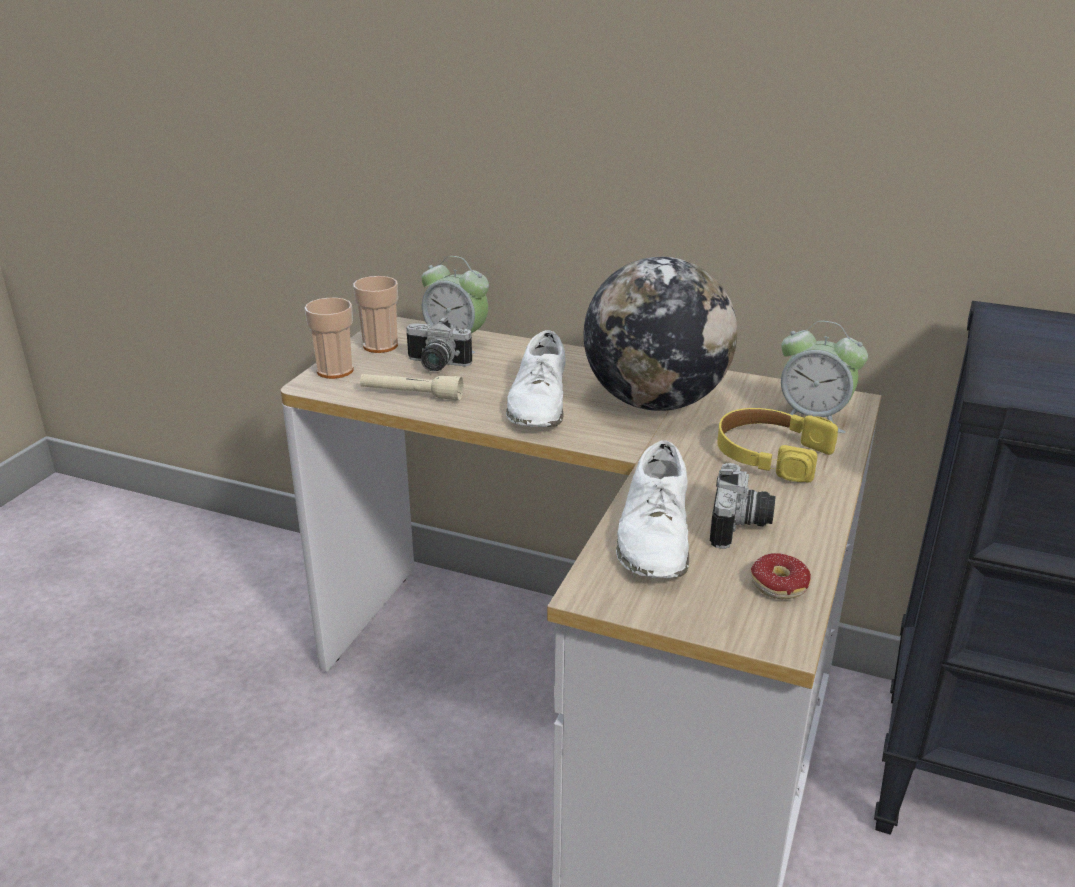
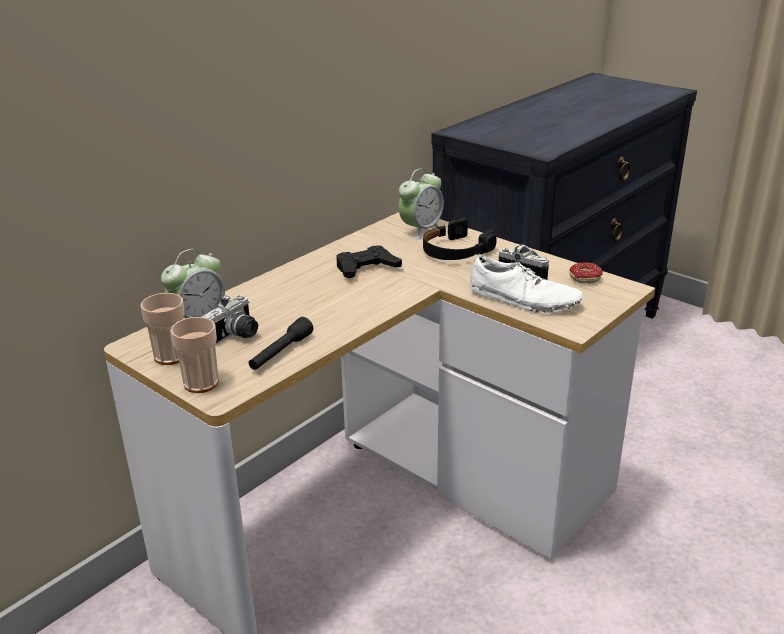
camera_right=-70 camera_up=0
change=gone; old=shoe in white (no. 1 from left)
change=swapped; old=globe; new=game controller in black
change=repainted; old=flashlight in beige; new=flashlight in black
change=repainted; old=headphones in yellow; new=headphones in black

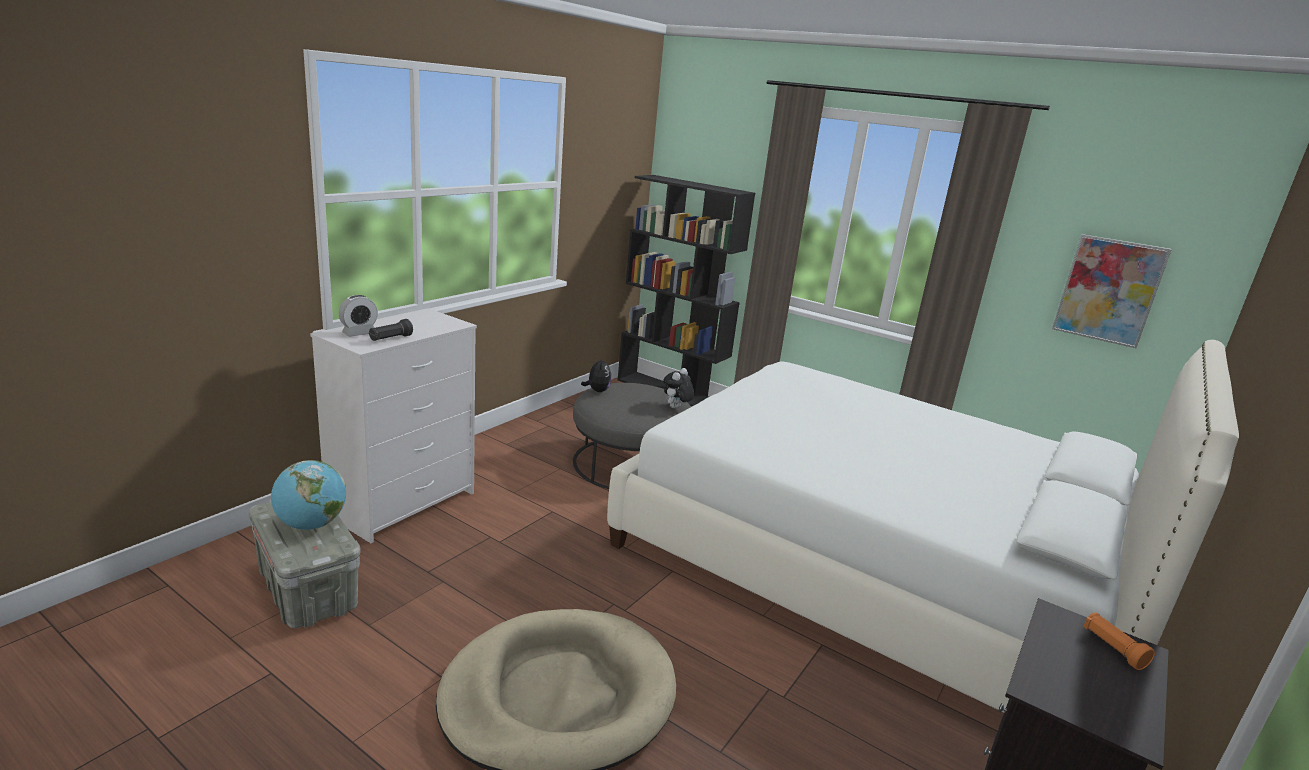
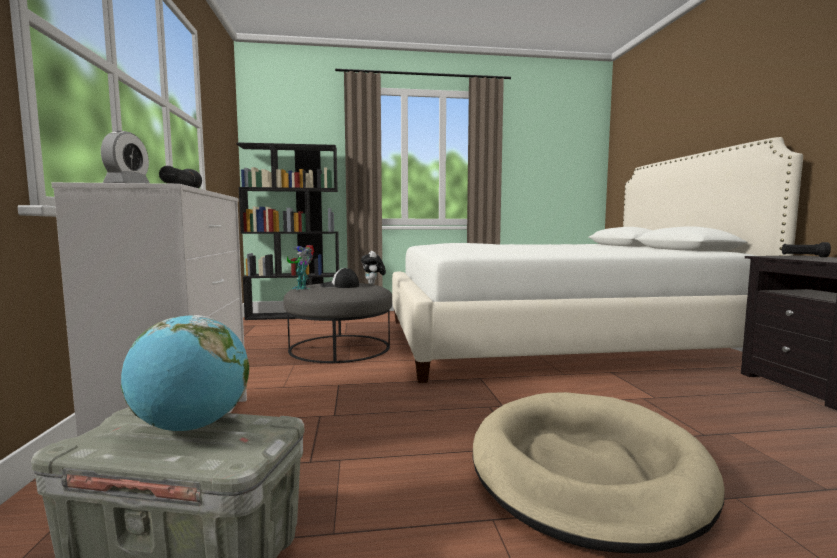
camera_right=-40 camera_up=-15
change=gone; old=picture
change=new; new=cap
change=swapped; old=plush toy (no. 1 from left); new=toy robot
change=repainted; old=flashlight in orange; new=flashlight in black (no. 2 from left)

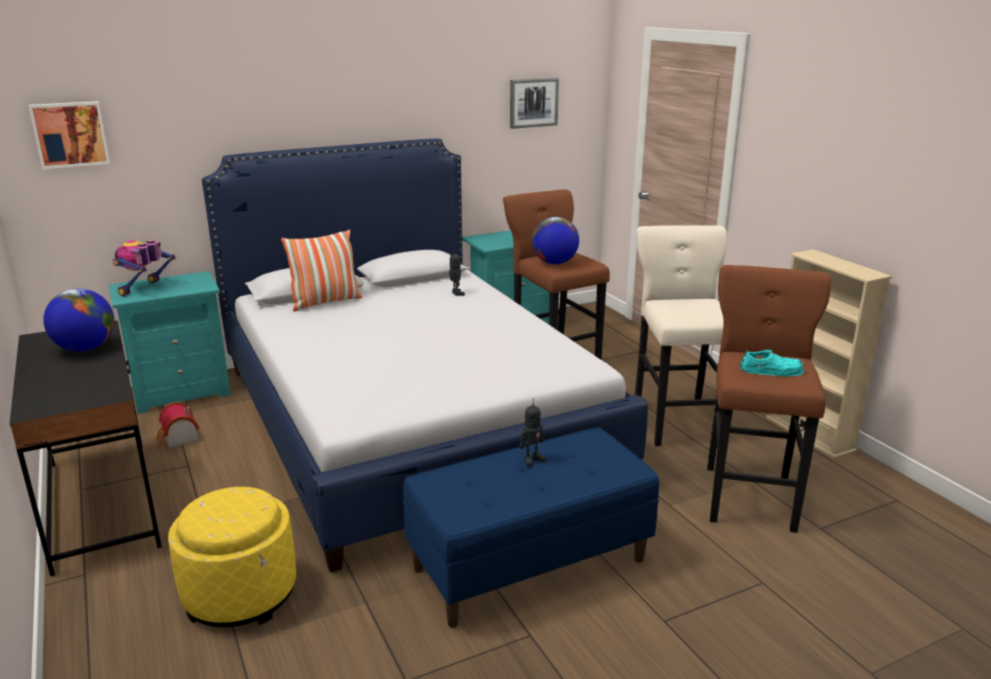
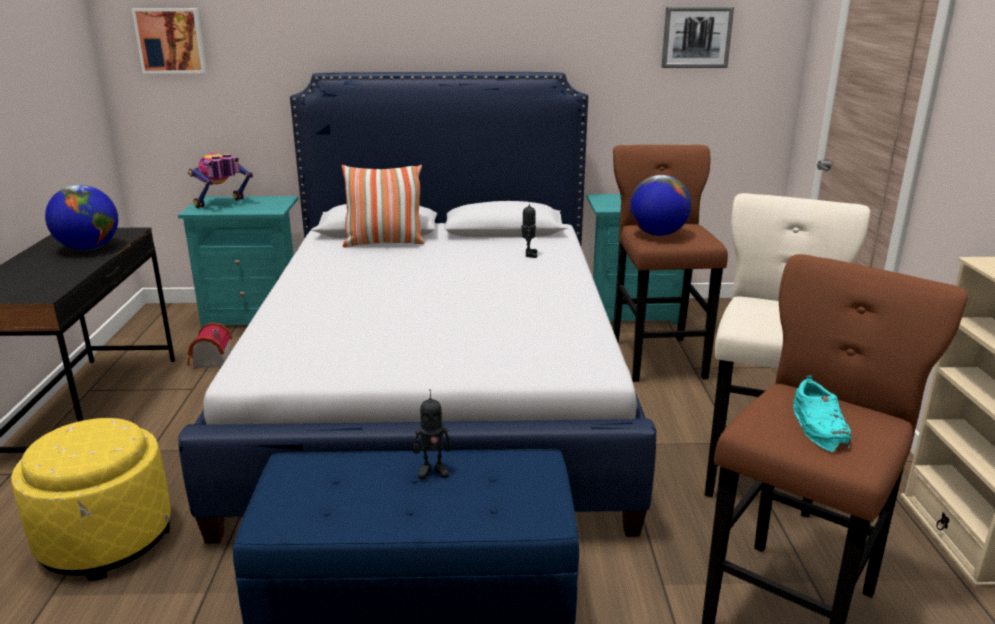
camera_right=25 camera_up=0
change=rotated; old=shoe in turquoise; degrees=60

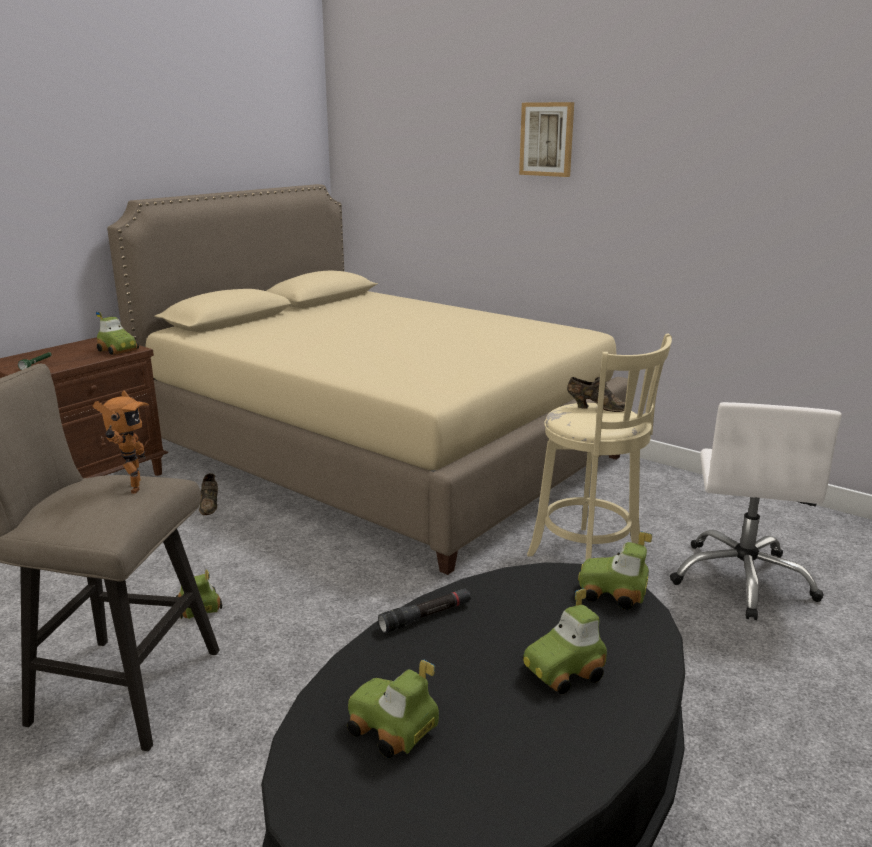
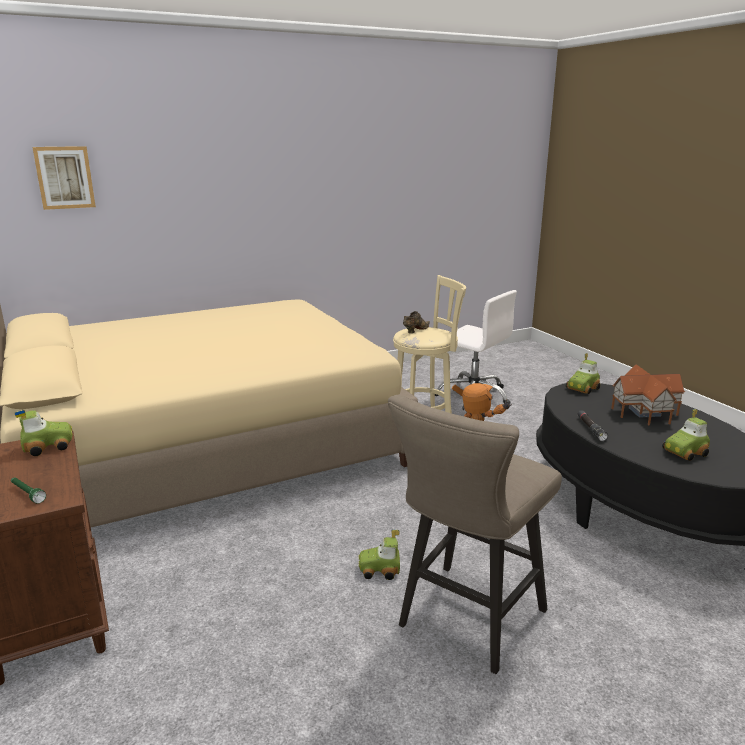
camera_right=-65 camera_up=0
change=gone; old=shoe in brown (no. 1 from left)
change=shifted; old=picture
change=swapped; old=toy car (no. 4 from left); new=toy house

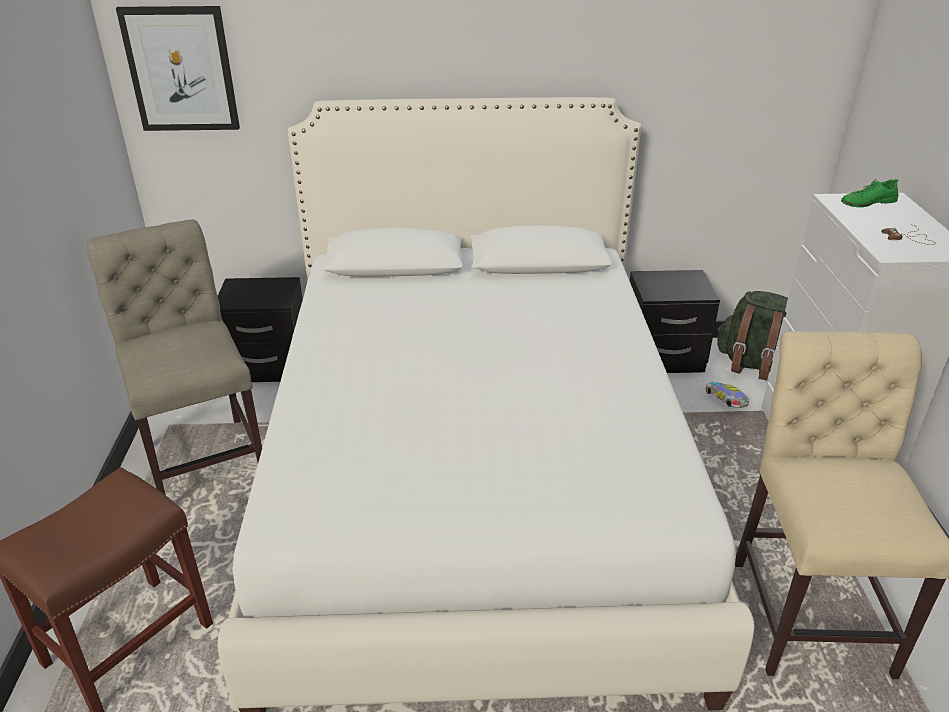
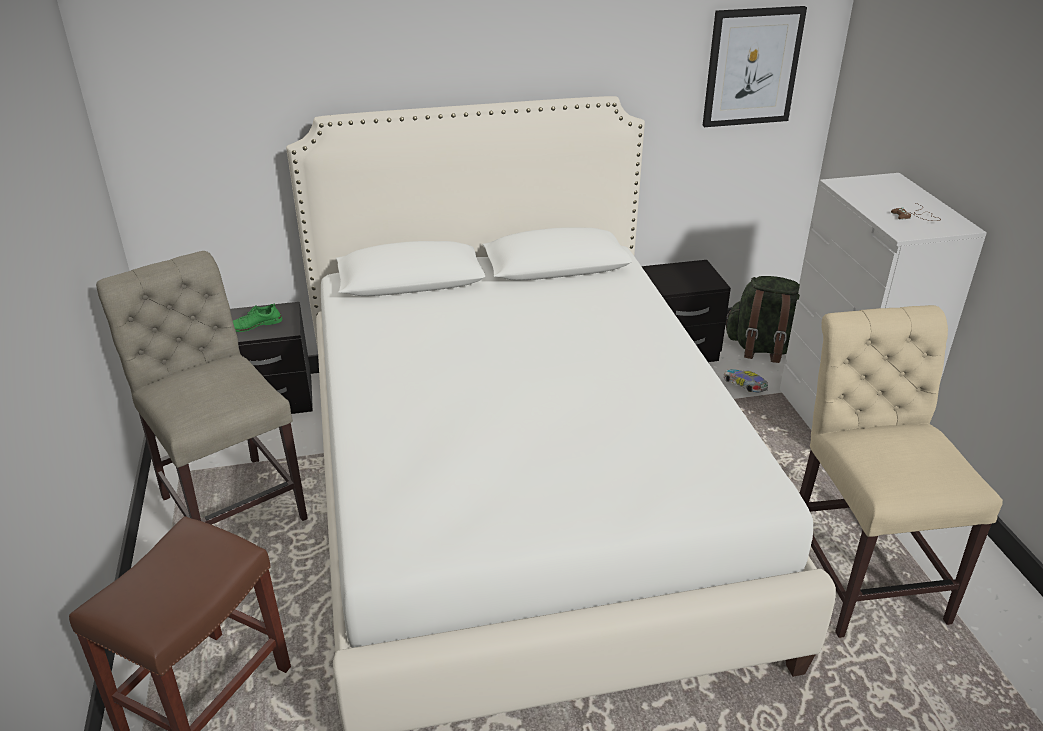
camera_right=-10 camera_up=0
change=shifted; old=picture
change=shifted; old=shoe in green

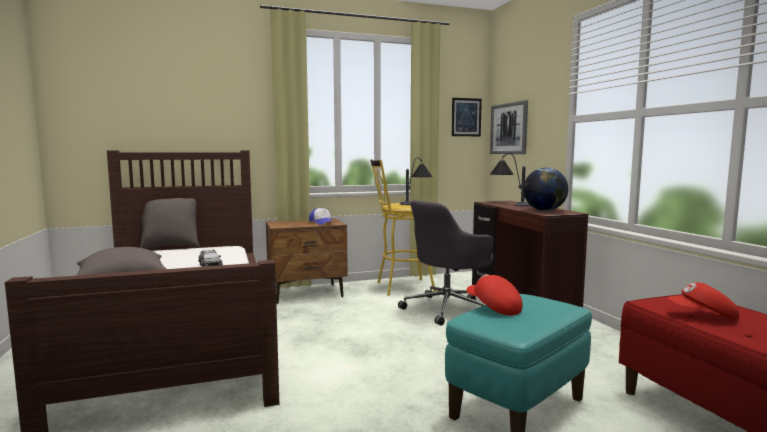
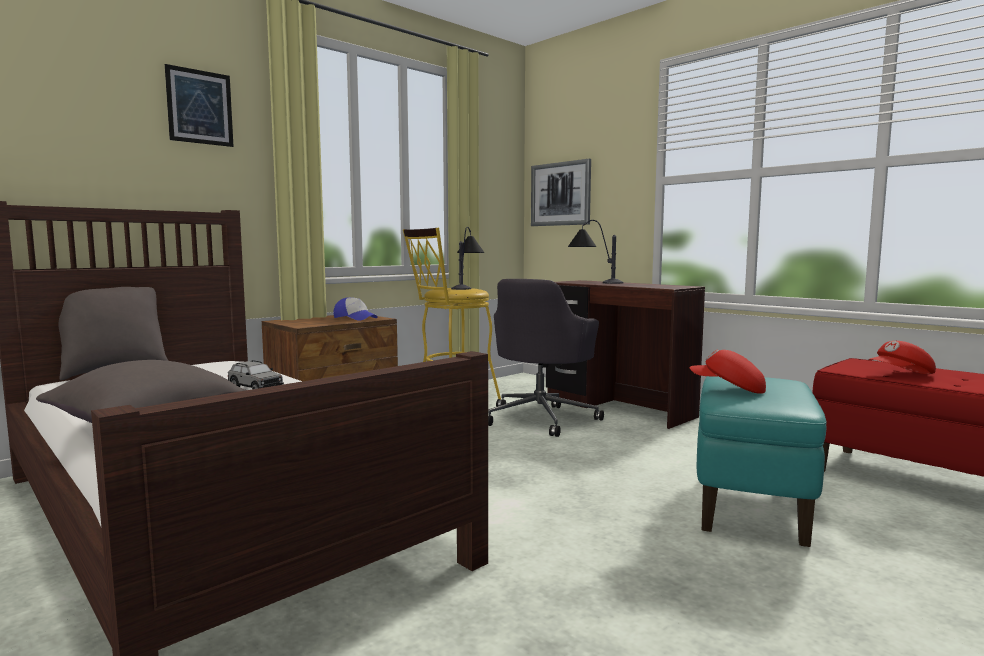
camera_right=-25 camera_up=0
change=gone; old=globe
change=shifted; old=picture (no. 1 from left)

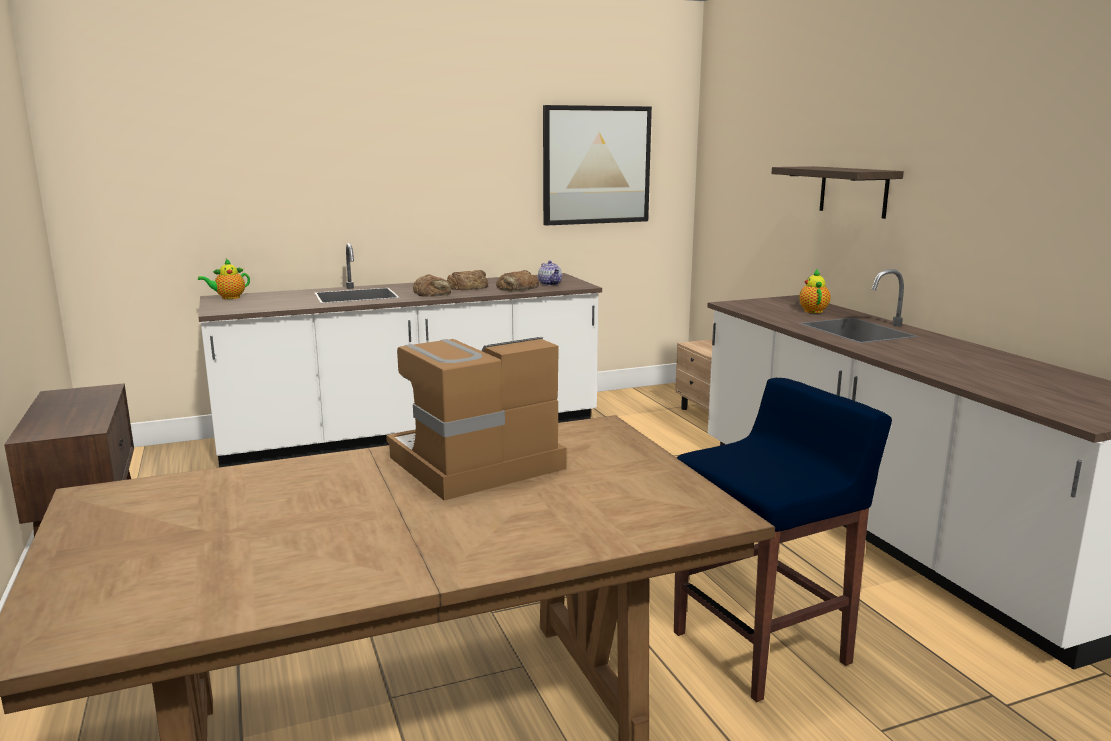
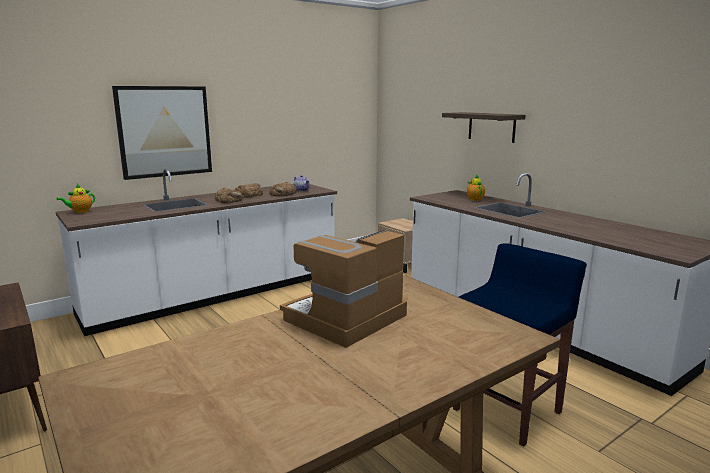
camera_right=-15 camera_up=0
change=shifted; old=picture

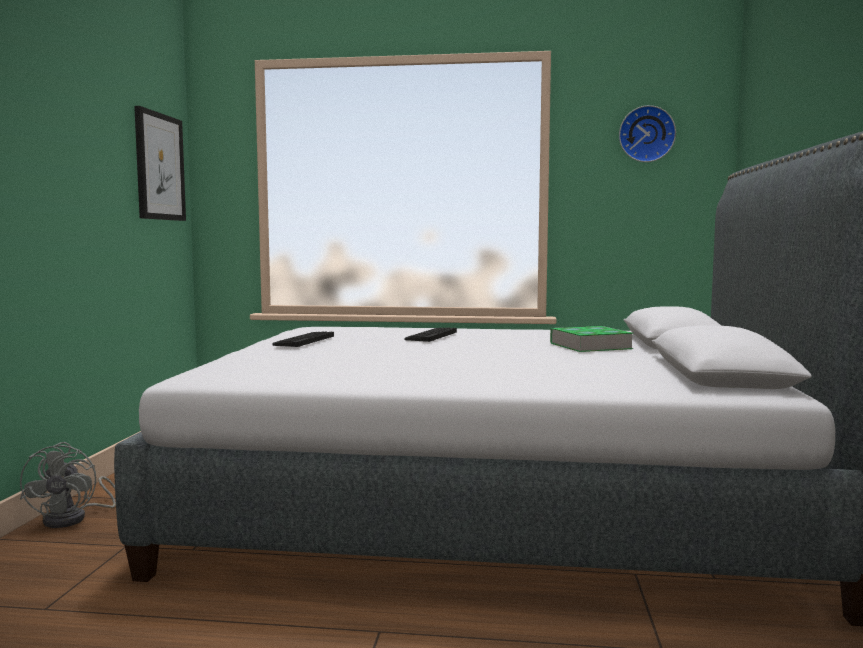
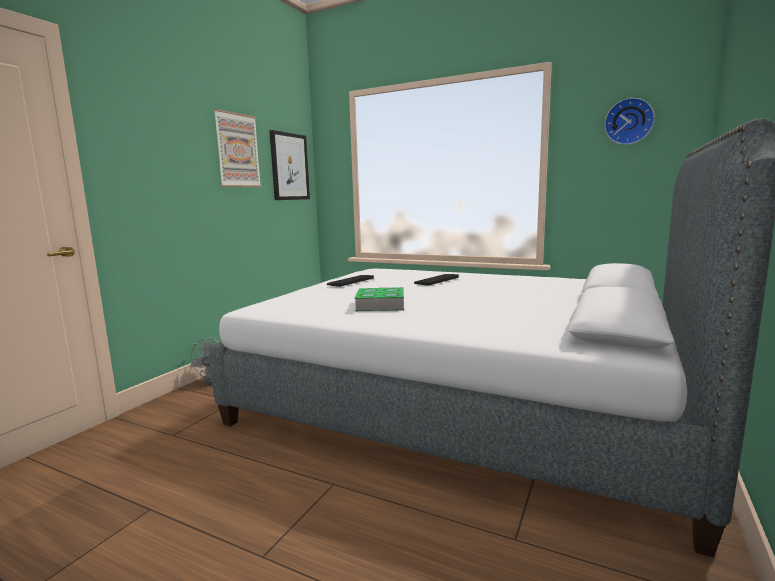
camera_right=20 camera_up=5
change=new; new=picture (no. 1 from left)
change=shifted; old=book

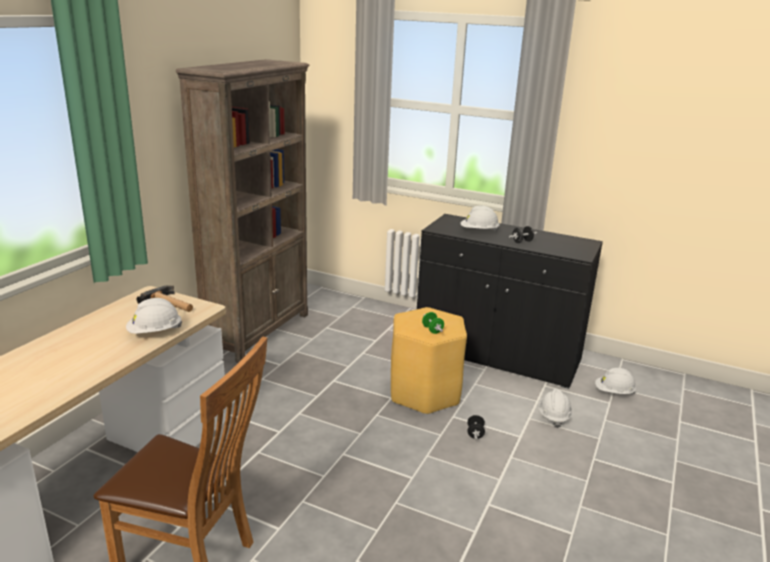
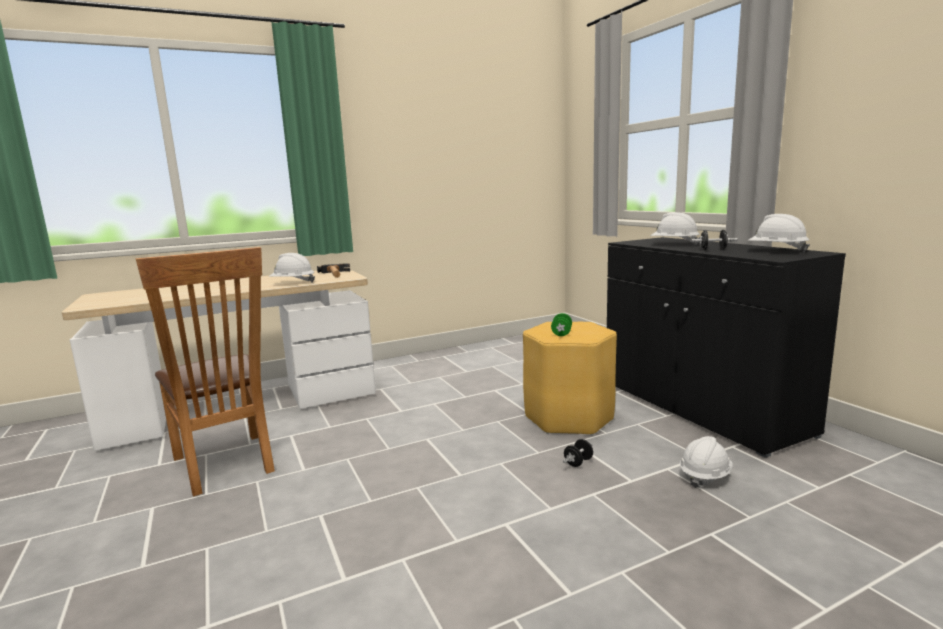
camera_right=40 camera_up=-10
change=gone; old=bookcase in brown
change=shifted; old=hard hat in white (no. 4 from left)

